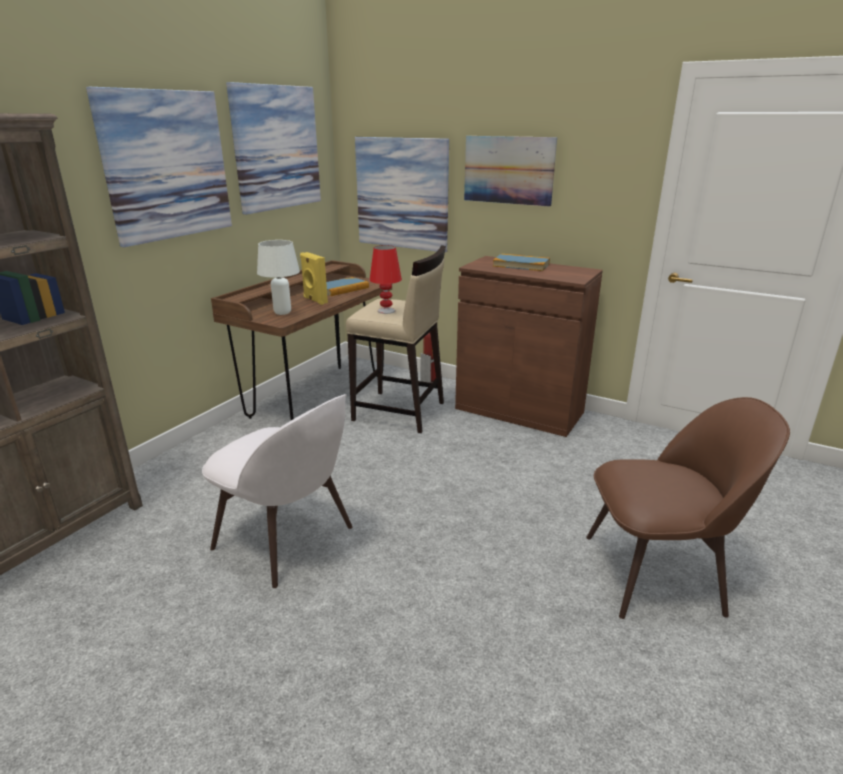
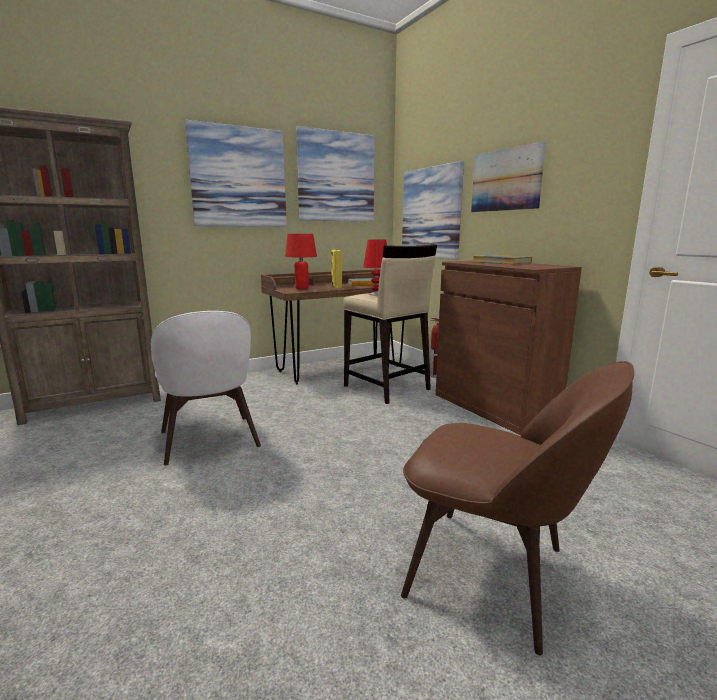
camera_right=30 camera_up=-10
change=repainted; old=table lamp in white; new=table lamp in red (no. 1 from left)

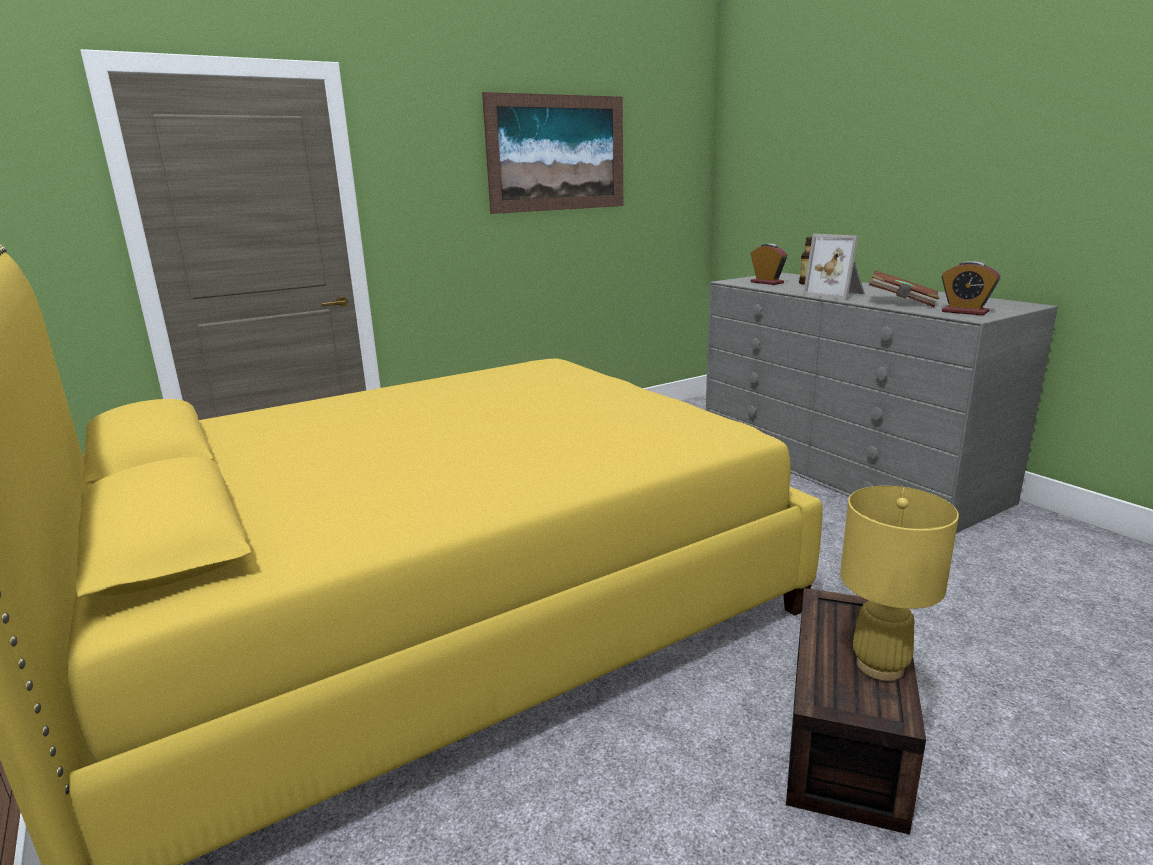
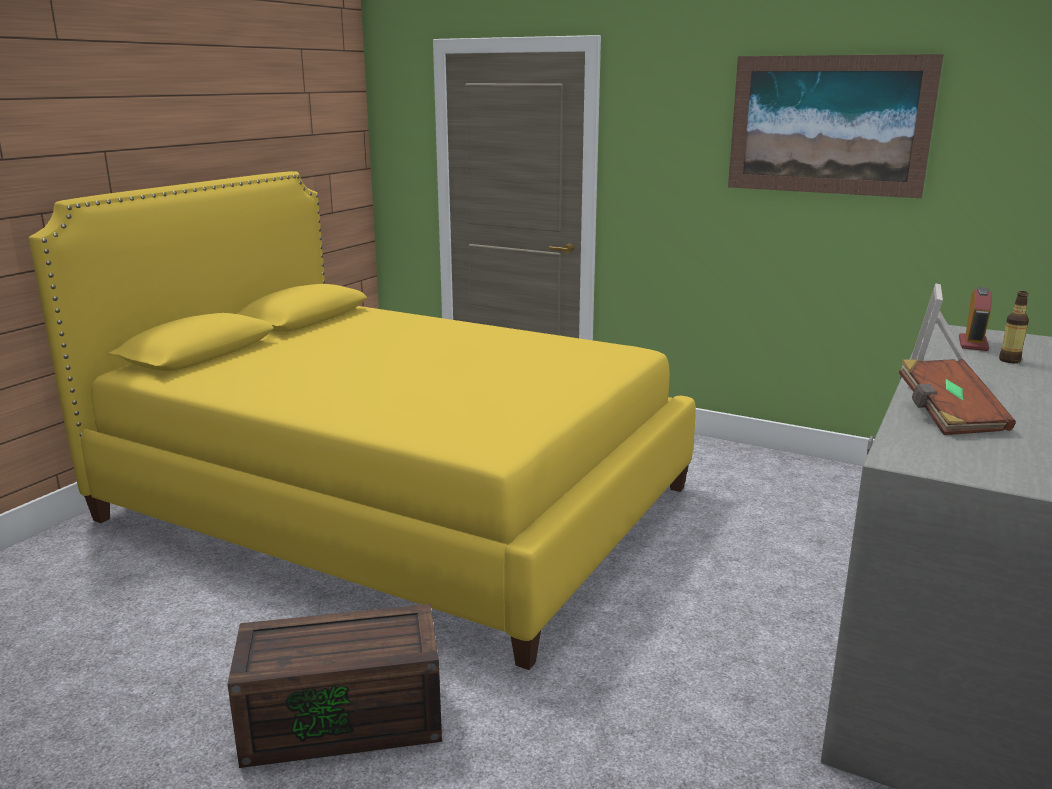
camera_right=60 camera_up=0
change=gone; old=table lamp in yellow
change=gone; old=alarm clock (no. 2 from left)

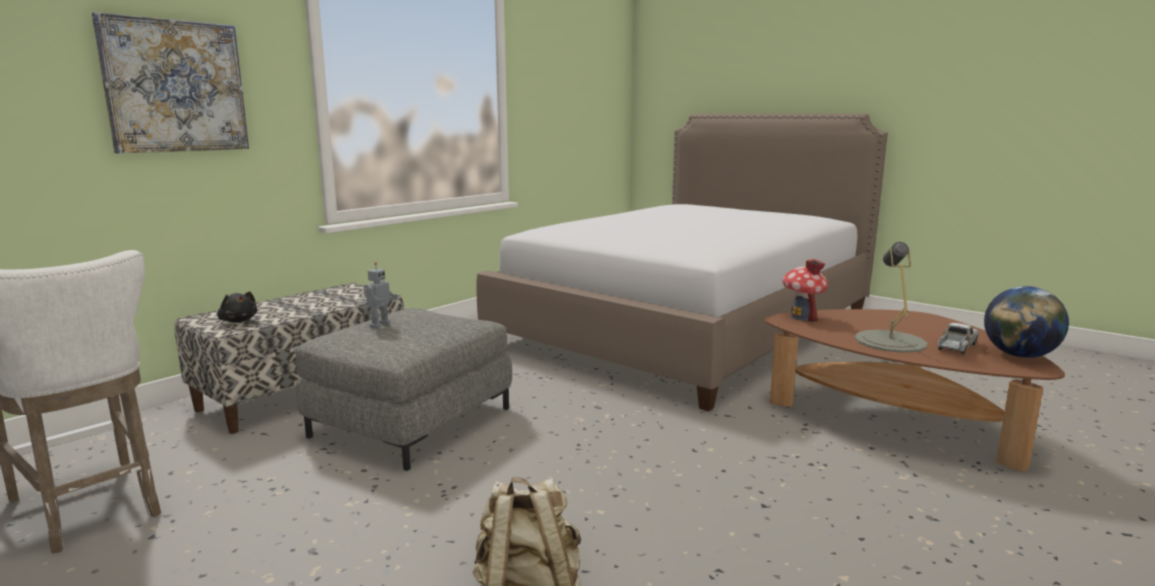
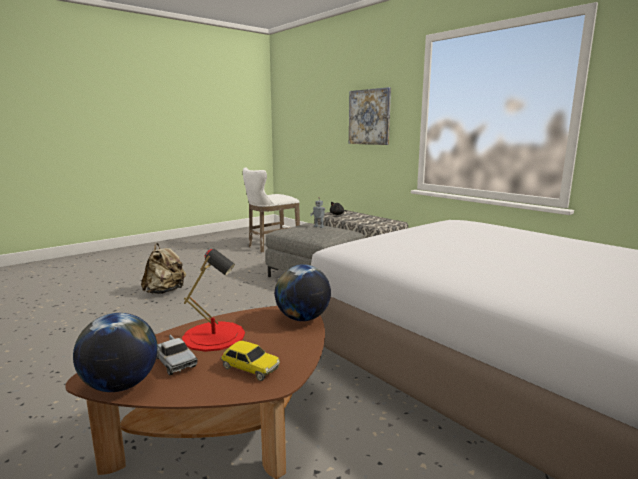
camera_right=100 camera_up=0
change=new; new=toy car
change=swapped; old=toy house; new=globe (no. 2 from left)
change=repainted; old=table lamp in grey; new=table lamp in red

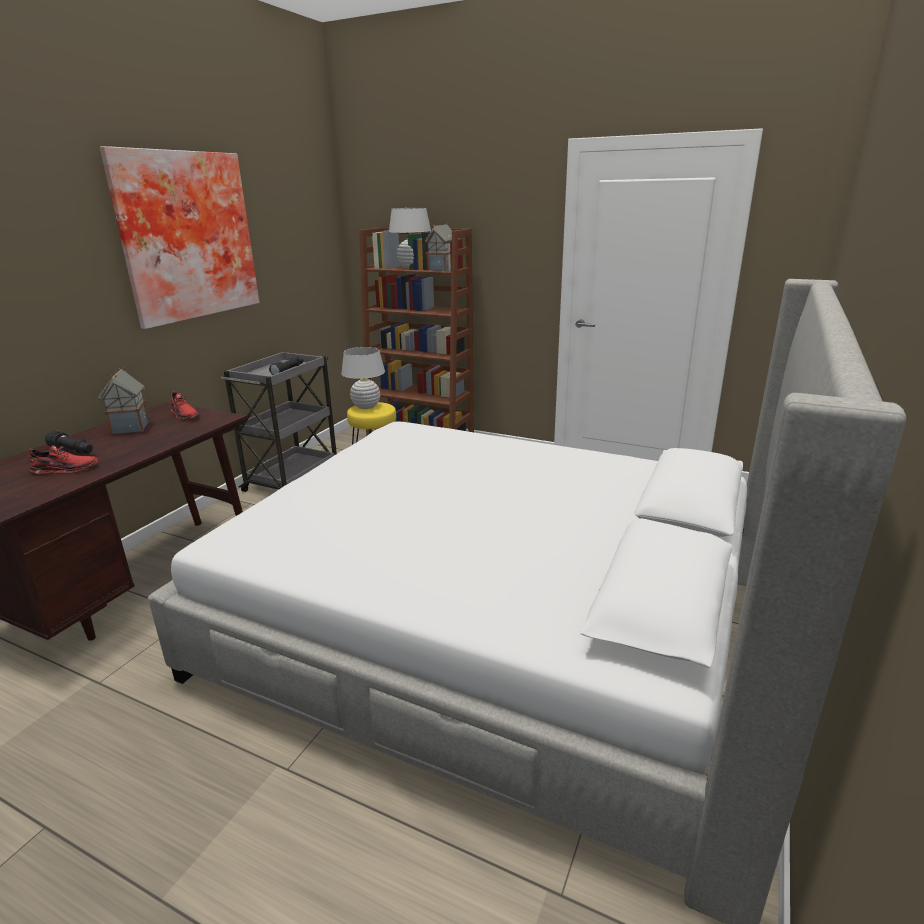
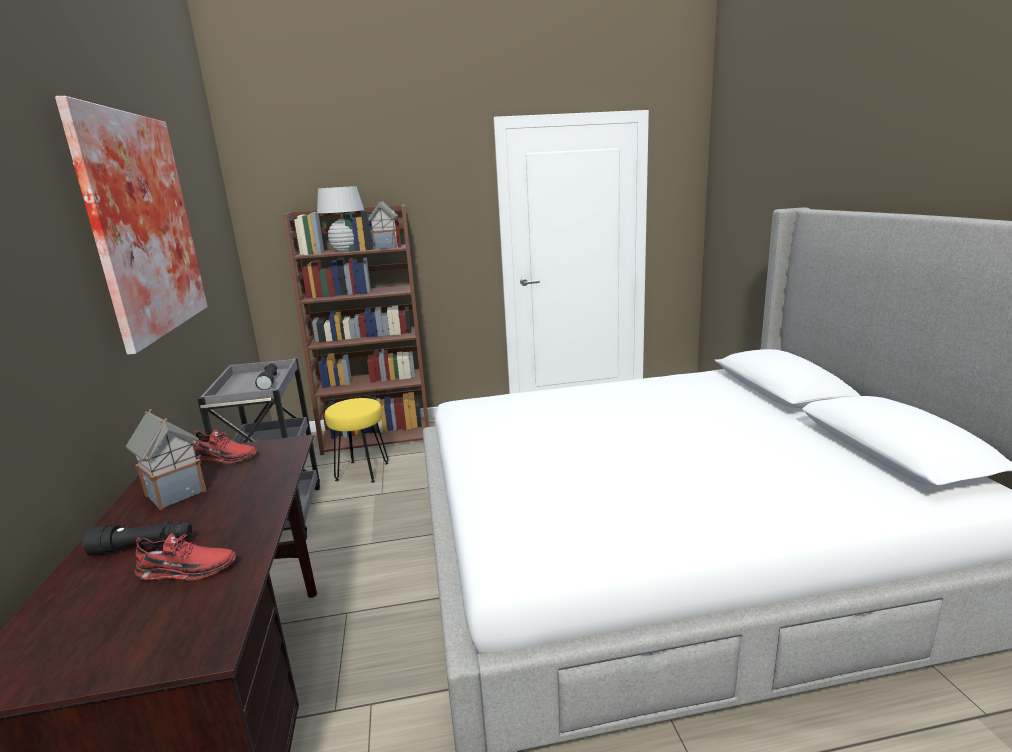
camera_right=-35 camera_up=-5
change=gone; old=table lamp in white (no. 1 from left)
change=rotated; old=shoe in red (no. 1 from left); degrees=45

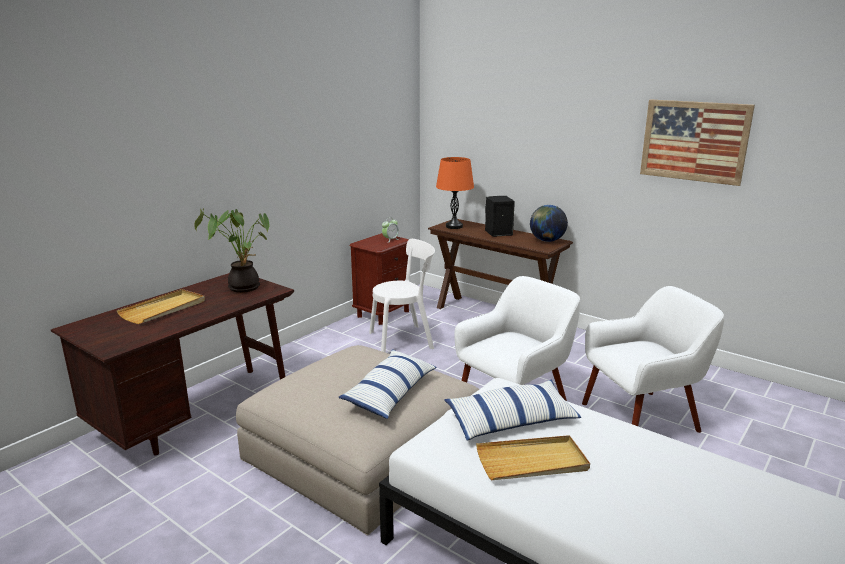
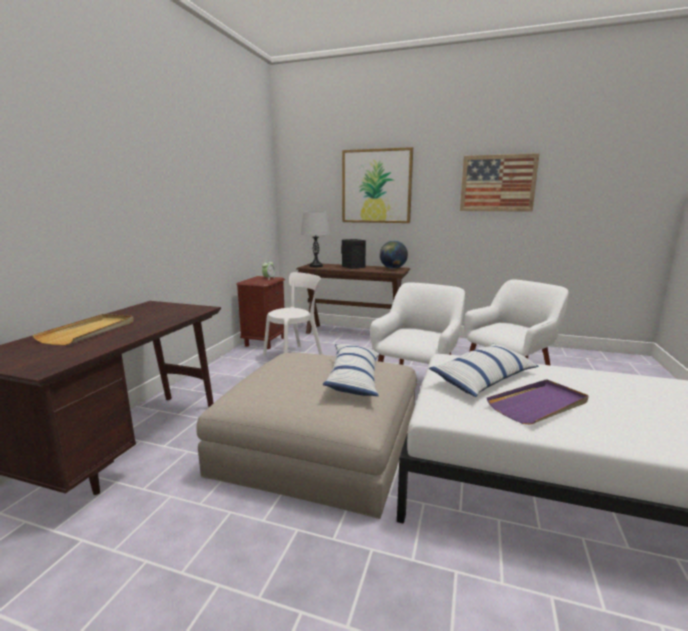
camera_right=-20 camera_up=-5
change=gone; old=potted plant
change=new; new=picture (no. 1 from left)
change=repainted; old=table lamp in orange; new=table lamp in grey
change=repainted; old=tray in beige (no. 2 from left); new=tray in purple

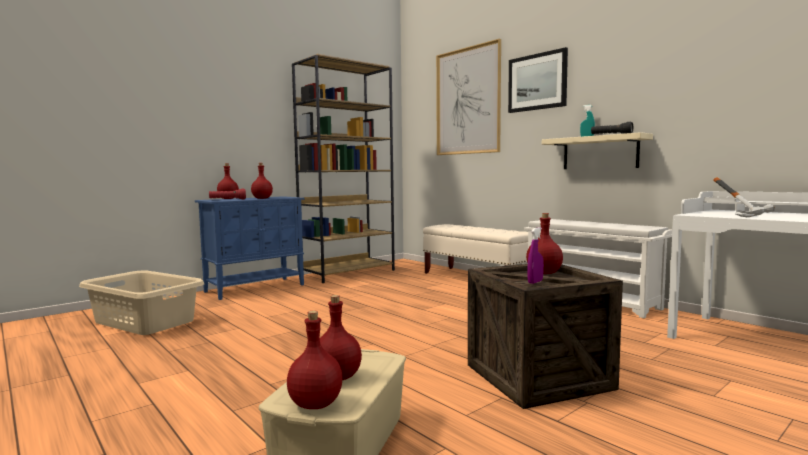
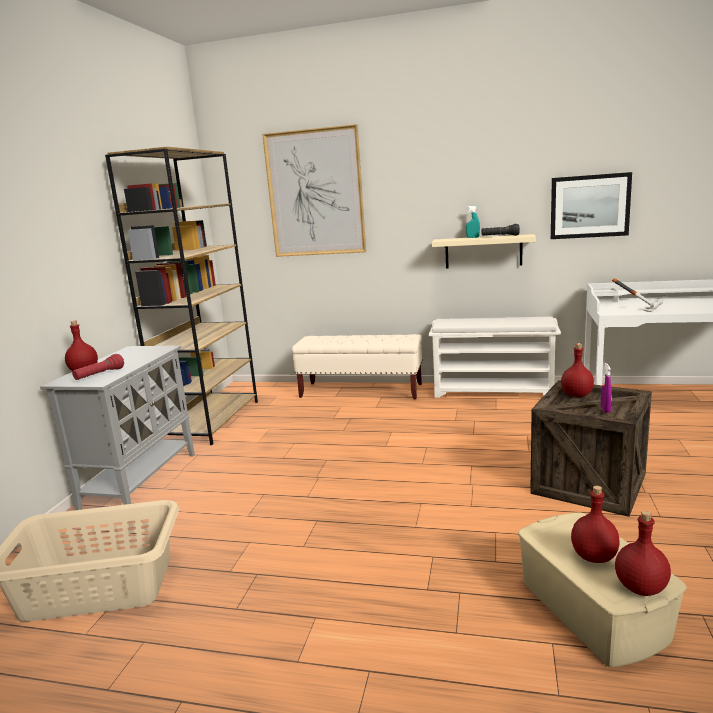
camera_right=-35 camera_up=10
change=gone; old=bottle in red (no. 2 from left)
change=shifted; old=picture (no. 2 from left)
change=repainted; old=cabinet in blue; new=cabinet in grey

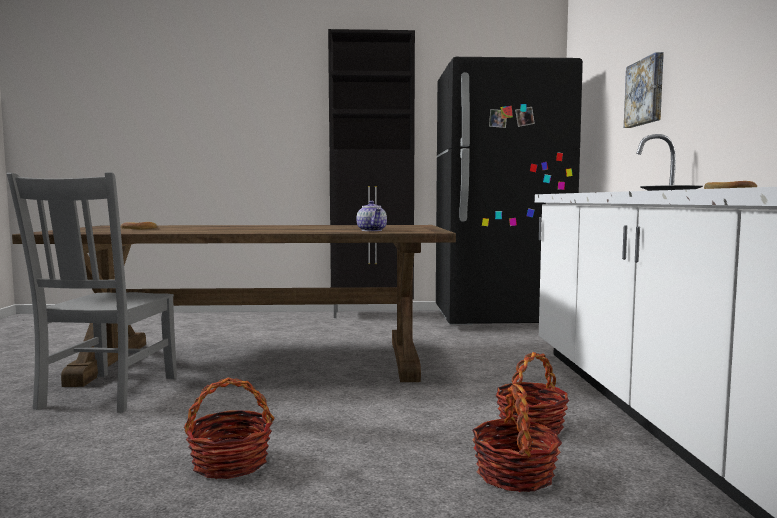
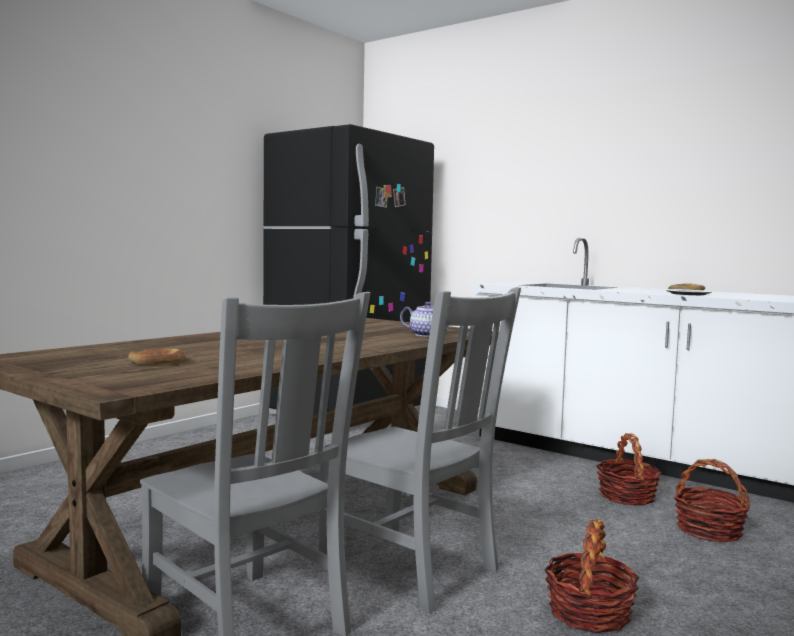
camera_right=-50 camera_up=0
change=gone; old=cabinet in black
change=gone; old=picture
change=new; new=chair in grey (no. 2 from left)

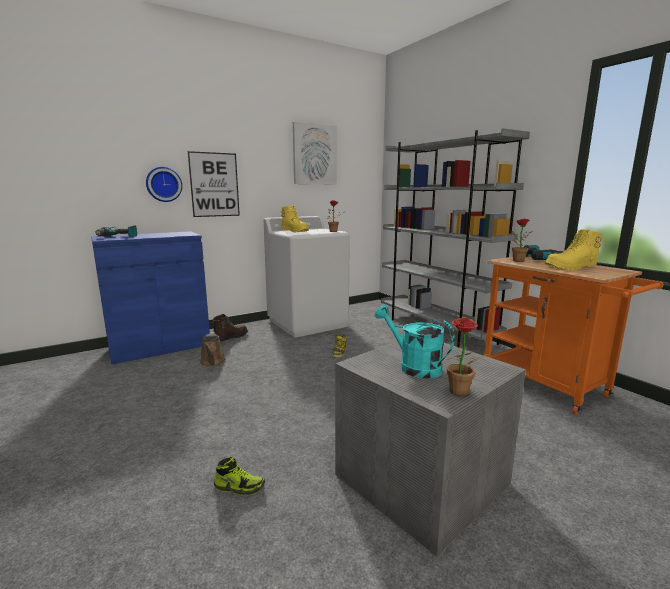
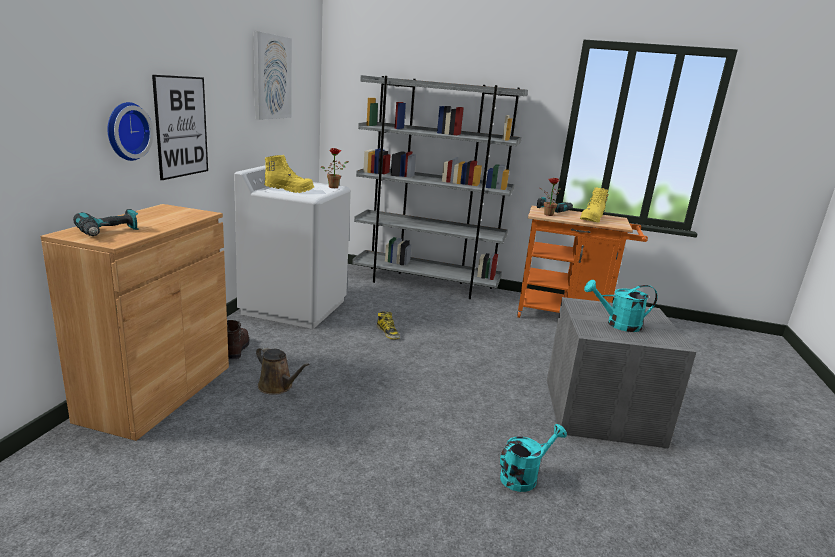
camera_right=-45 camera_up=5
change=gone; old=potted plant (no. 2 from left)
change=swapped; old=shoe; new=watering can in turquoise (no. 1 from left)
change=repainted; old=cabinet in blue; new=cabinet in brown

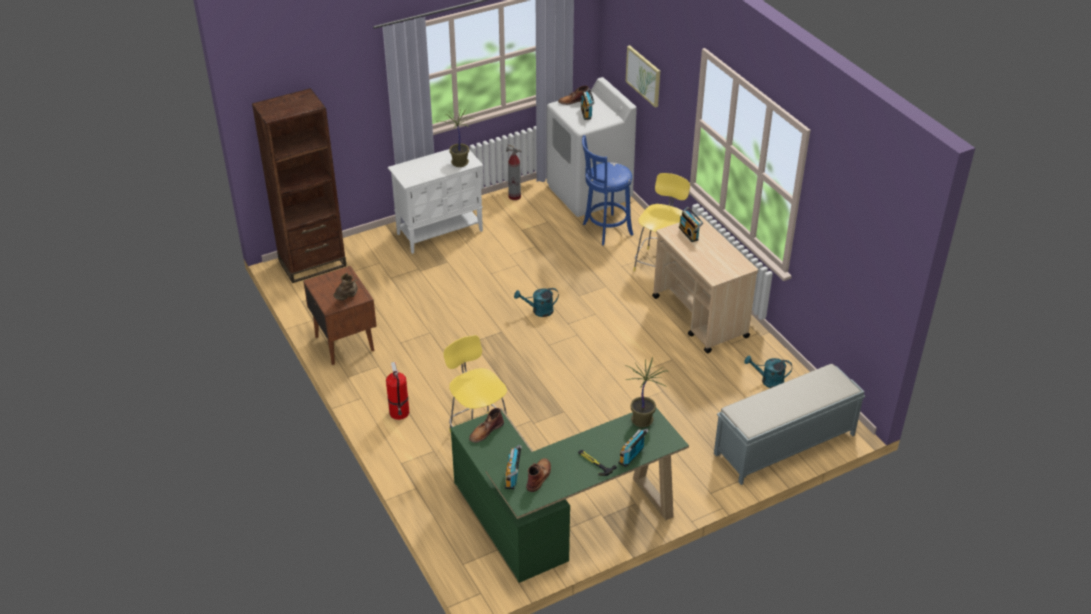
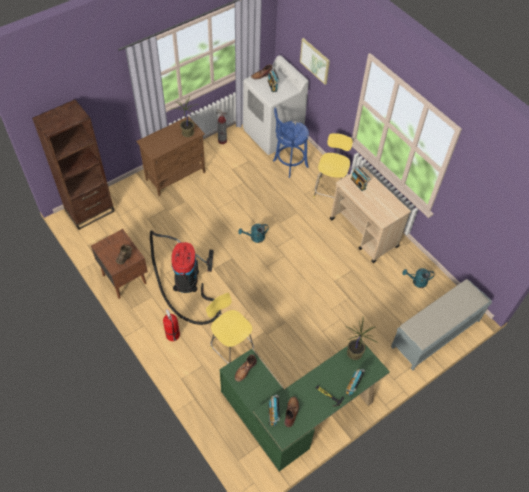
camera_right=-10 camera_up=15
change=new; new=vacuum cleaner
change=repainted; old=cabinet in white; new=cabinet in brown

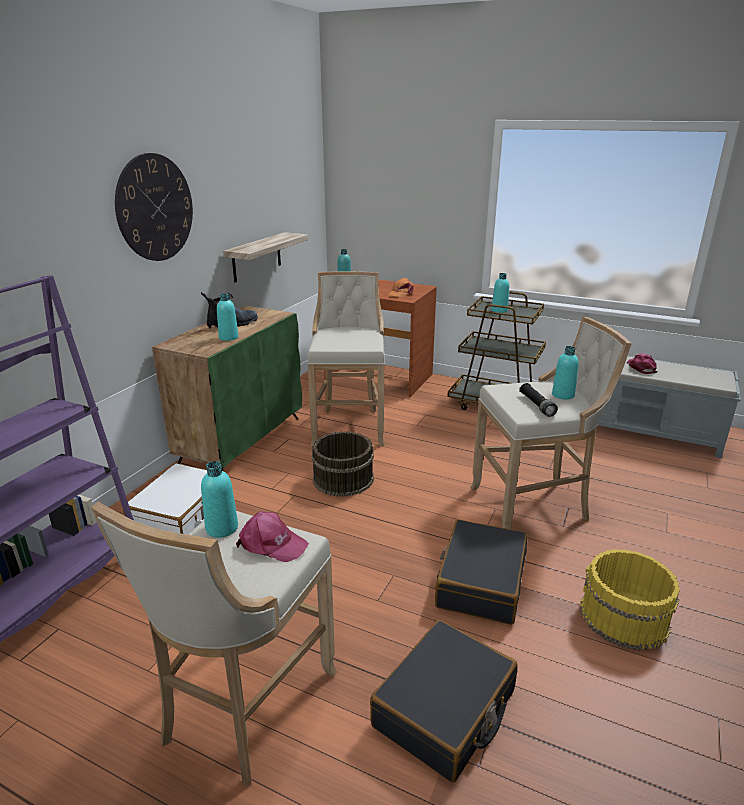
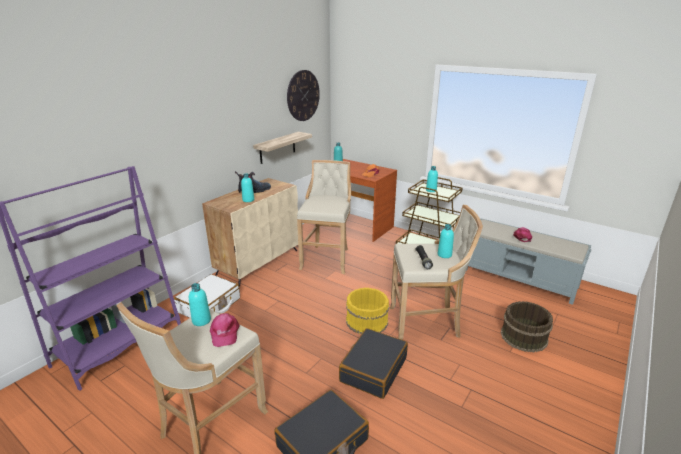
camera_right=10 camera_up=0
change=shifted; old=wall clock
change=shifted; old=bucket in brown
change=shifted; old=bucket in yellow
change=repainted; old=cabinet in green; new=cabinet in beige
change=rotated; old=cap in pink (no. 1 from left); degrees=45

